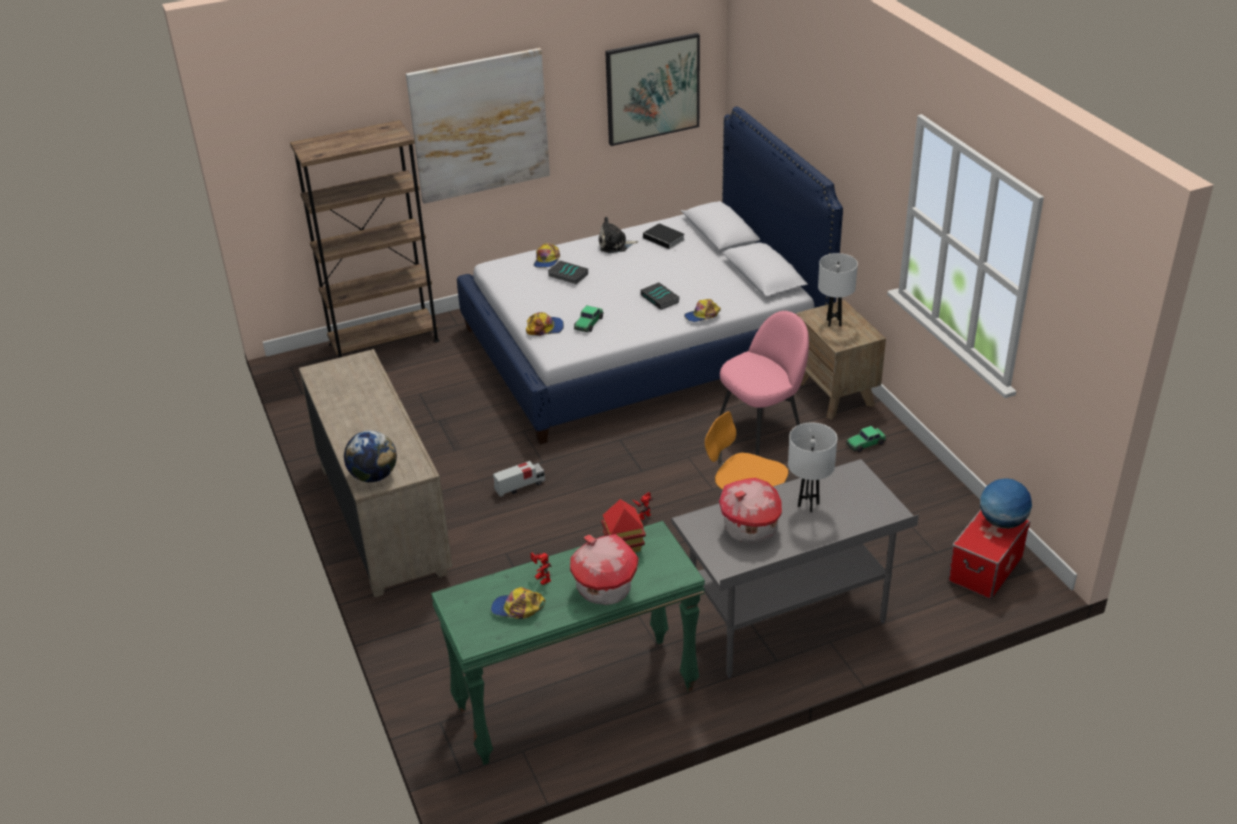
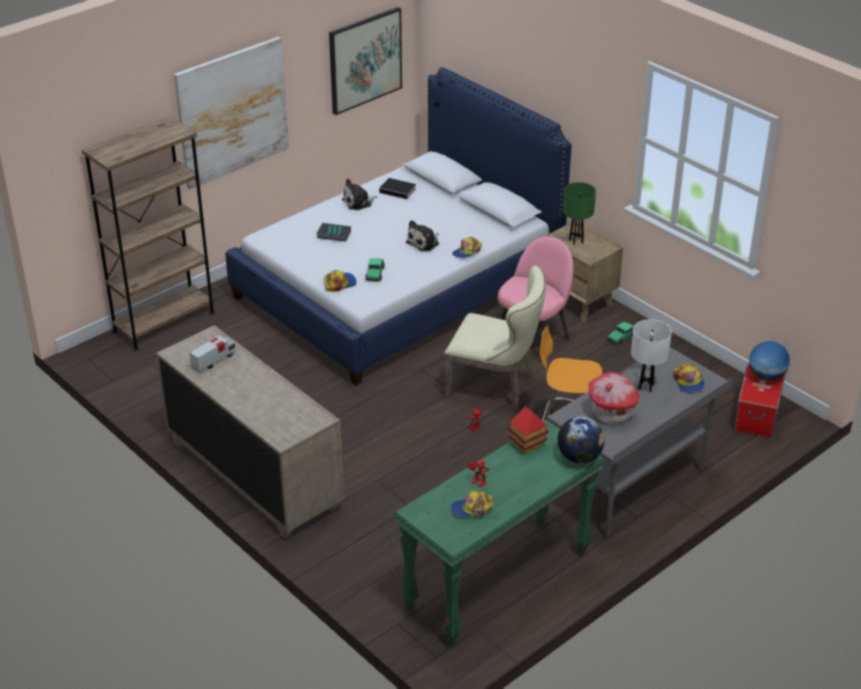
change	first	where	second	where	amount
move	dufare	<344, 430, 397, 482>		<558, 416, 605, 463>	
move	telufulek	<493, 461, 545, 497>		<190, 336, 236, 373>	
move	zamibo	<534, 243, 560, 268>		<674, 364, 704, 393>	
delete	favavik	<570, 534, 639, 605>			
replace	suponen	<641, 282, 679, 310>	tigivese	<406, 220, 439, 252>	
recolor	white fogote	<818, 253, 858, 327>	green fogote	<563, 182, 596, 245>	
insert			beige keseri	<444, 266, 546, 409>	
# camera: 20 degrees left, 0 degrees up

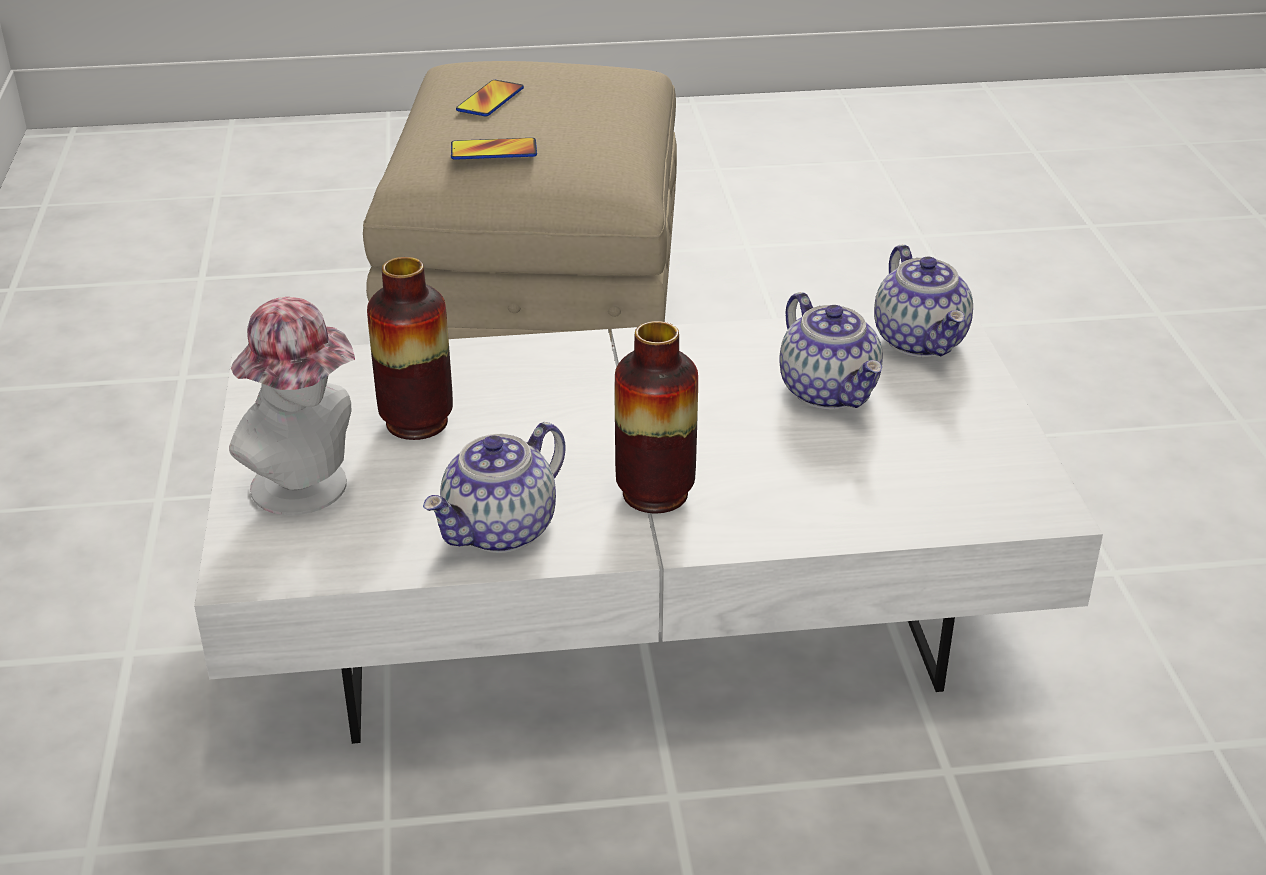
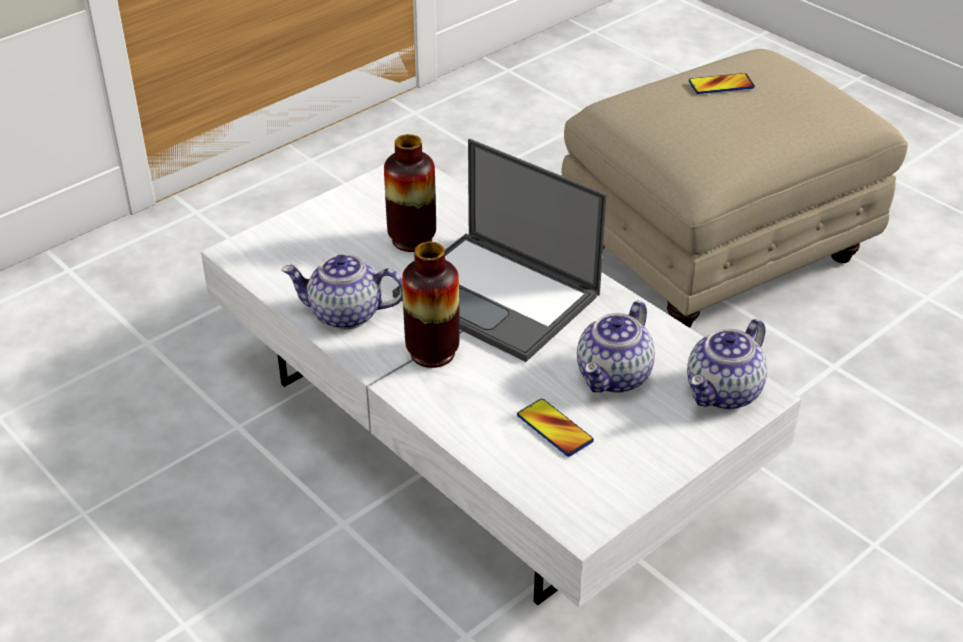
change	first	where	second	where	amount
delete	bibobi	<229, 297, 355, 515>			
move	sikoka	<451, 138, 537, 160>		<517, 399, 594, 457>	
insert			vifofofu	<393, 139, 607, 362>	
# camera: 55 degrees right, 5 degrees up

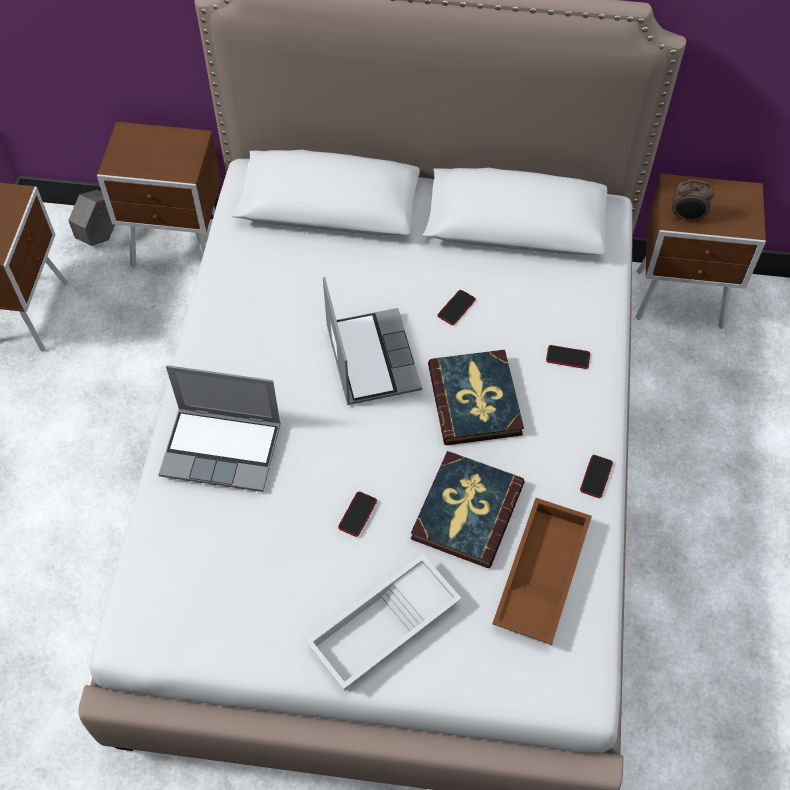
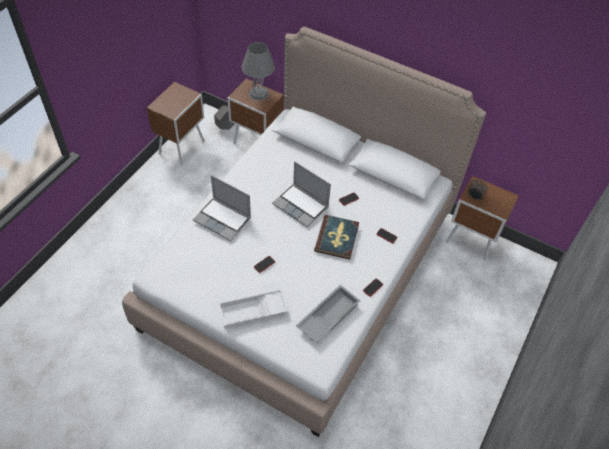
change	first	where	second	where	amount
rotate	vifofofu	<323, 277, 422, 405>		<272, 161, 331, 227>	120 degrees clockwise
delete	suponen	<411, 451, 524, 568>			
recolor	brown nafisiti	<492, 498, 592, 645>	grey nafisiti	<296, 285, 360, 343>	
insert			grey fogote	<242, 42, 275, 101>	
# camera: 20 degrees right, 5 degrees down

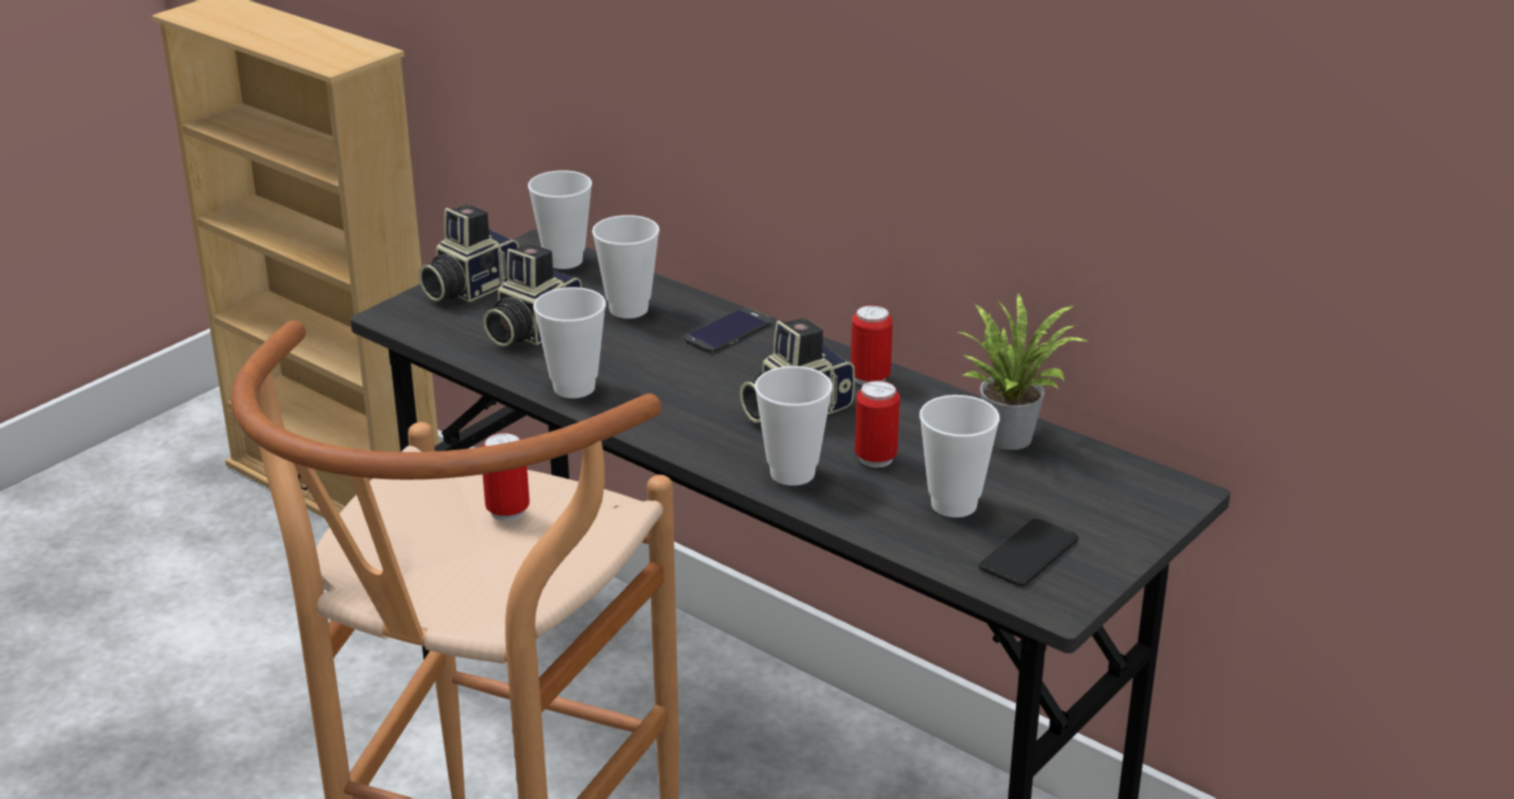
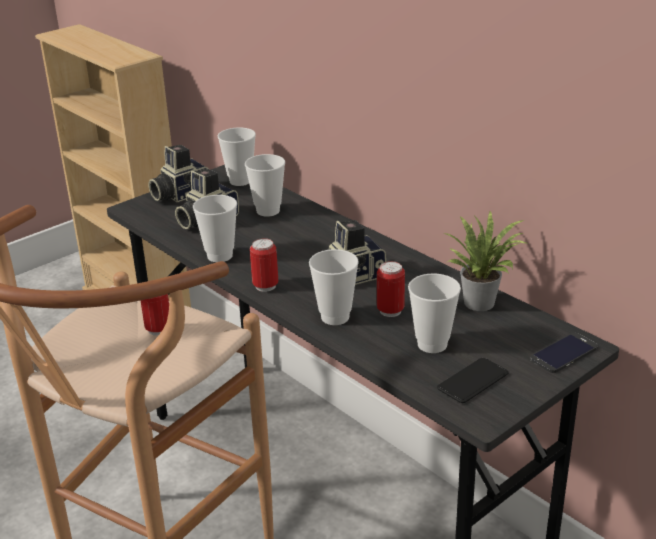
change	first	where	second	where	amount
move	sikoka	<684, 307, 772, 353>		<530, 333, 598, 373>	
move	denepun	<851, 304, 893, 385>		<250, 238, 278, 292>	
# camera: 10 degrees right, 0 degrees up

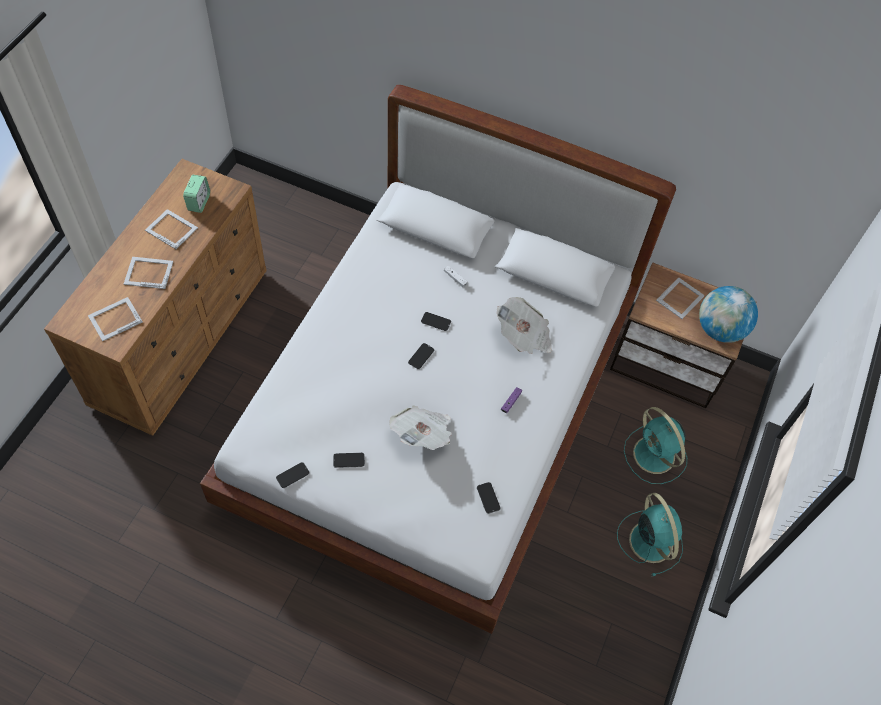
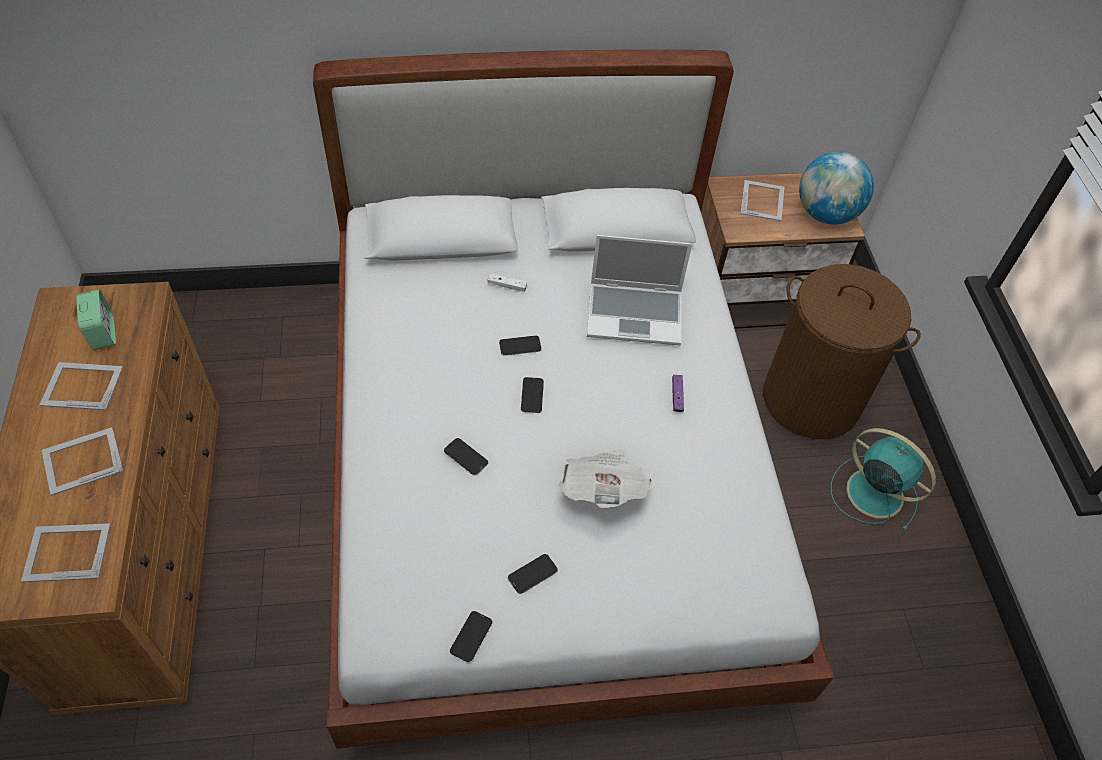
change	first	where	second	where	amount
rotate	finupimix	<88, 297, 143, 341>		<21, 523, 111, 582>	60 degrees clockwise
move	sikoka	<477, 482, 501, 514>		<444, 438, 488, 475>	
replace	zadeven	<497, 297, 552, 354>	vifofofu	<587, 235, 692, 345>	
replace	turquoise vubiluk	<624, 407, 687, 484>	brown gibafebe	<763, 264, 921, 439>	
# camera: 30 degrees left, 5 degrees down

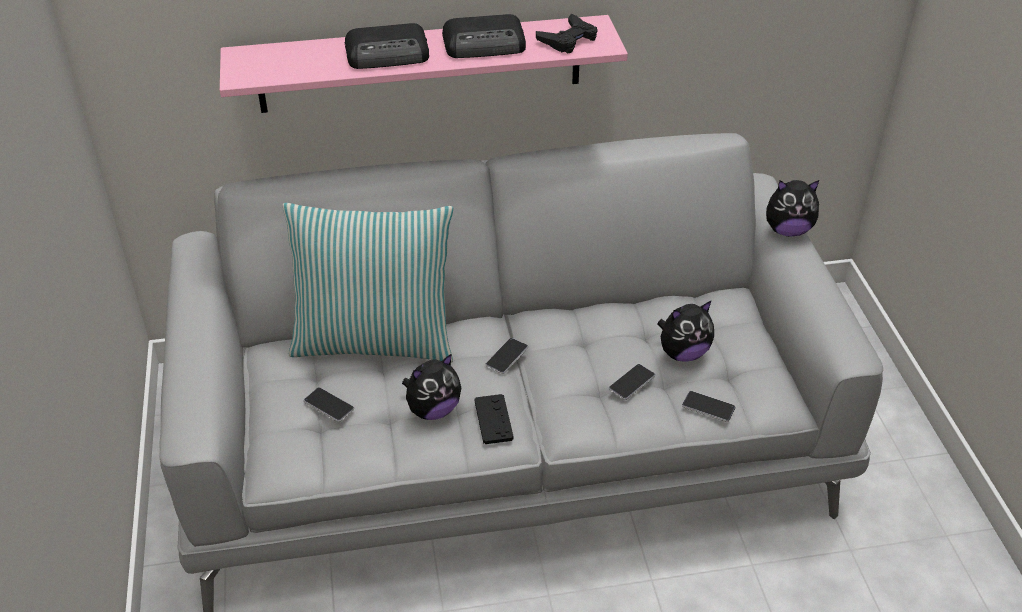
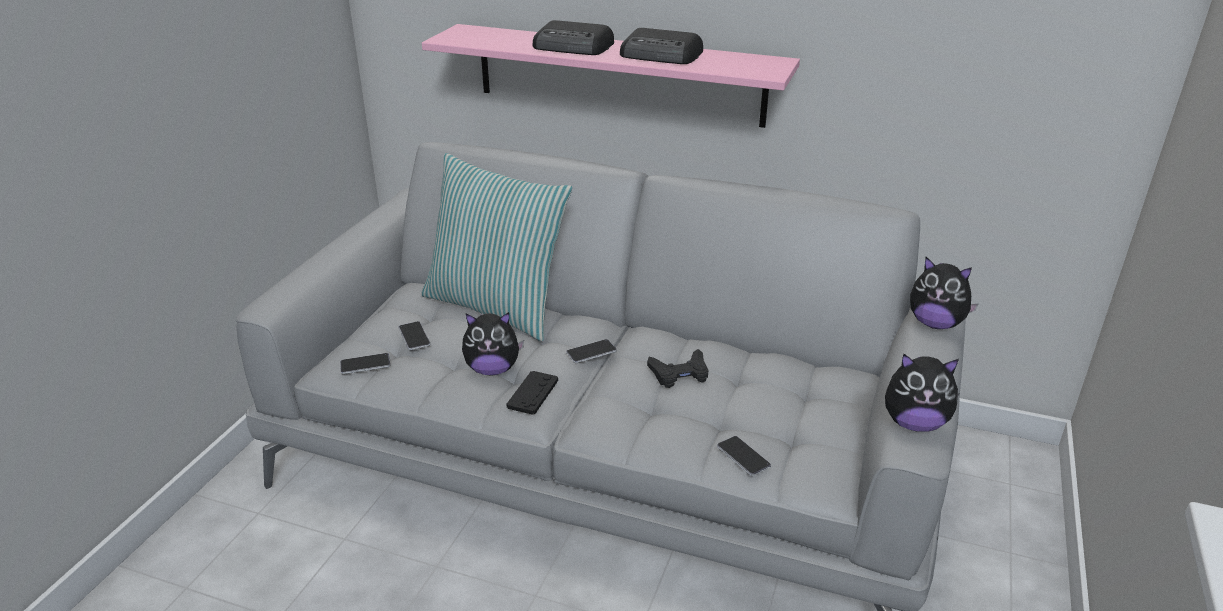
change	first	where	second	where	amount
move	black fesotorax	<536, 14, 598, 54>		<647, 349, 708, 388>	
move	sikoka	<609, 364, 655, 400>		<340, 353, 390, 374>	
move	tigivese	<657, 300, 714, 362>		<885, 354, 959, 432>	
# camera: 30 degrees right, 10 degrees down

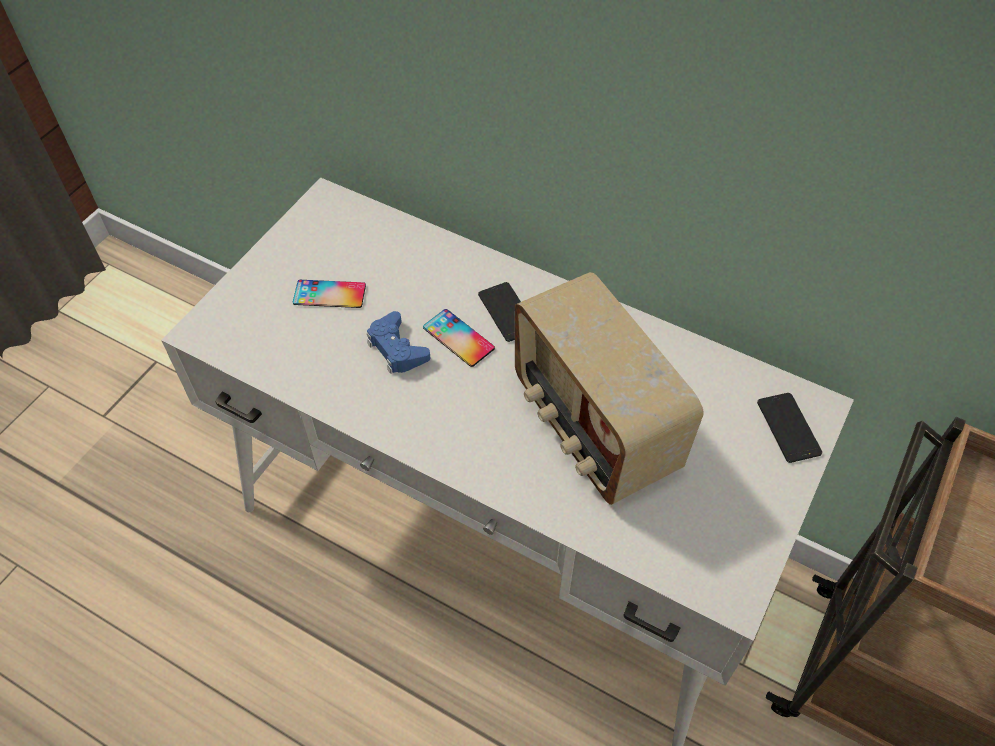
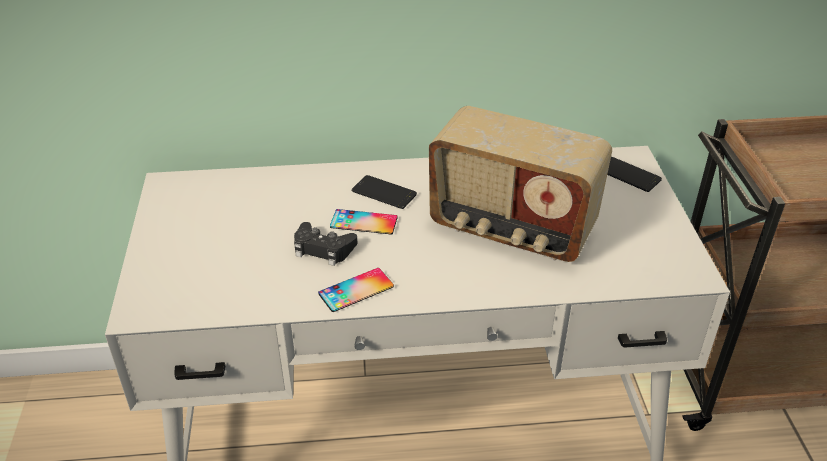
change	first	where	second	where	amount
move	sikoka	<293, 280, 366, 308>		<318, 268, 394, 312>	
recolor	blue fesotorax	<367, 311, 430, 374>	black fesotorax	<294, 222, 358, 266>	
# camera: 35 degrees left, 15 degrees down

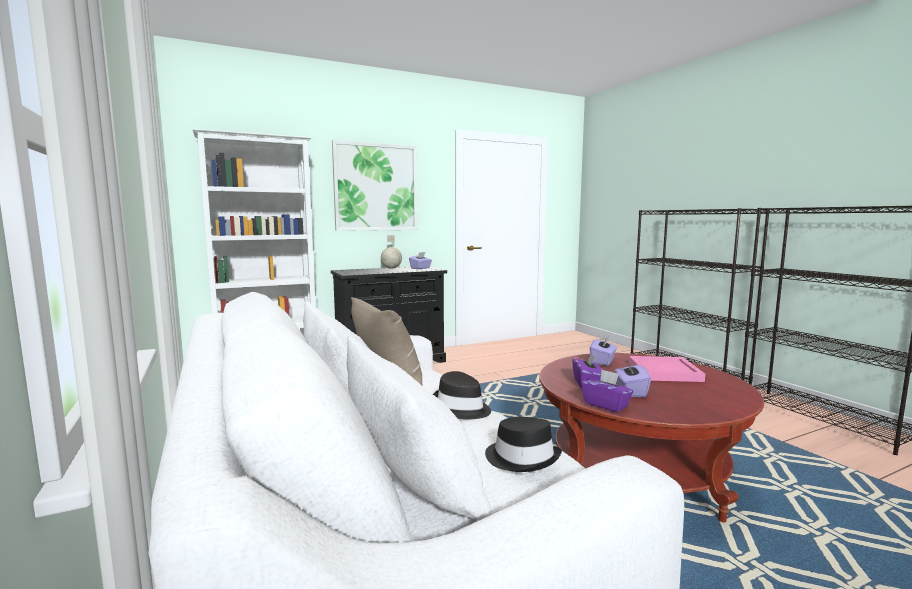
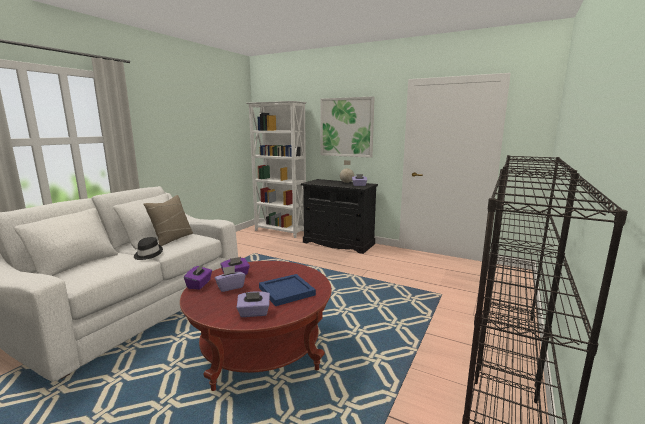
change	first	where	second	where	amount
delete	black bibobi	<485, 417, 562, 472>			
move	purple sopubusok	<590, 335, 617, 366>		<237, 291, 270, 317>	
recolor	pink nafisiti	<629, 356, 705, 382>	blue nafisiti	<259, 274, 316, 306>	
# camera: 55 degrees right, 5 degrees up

